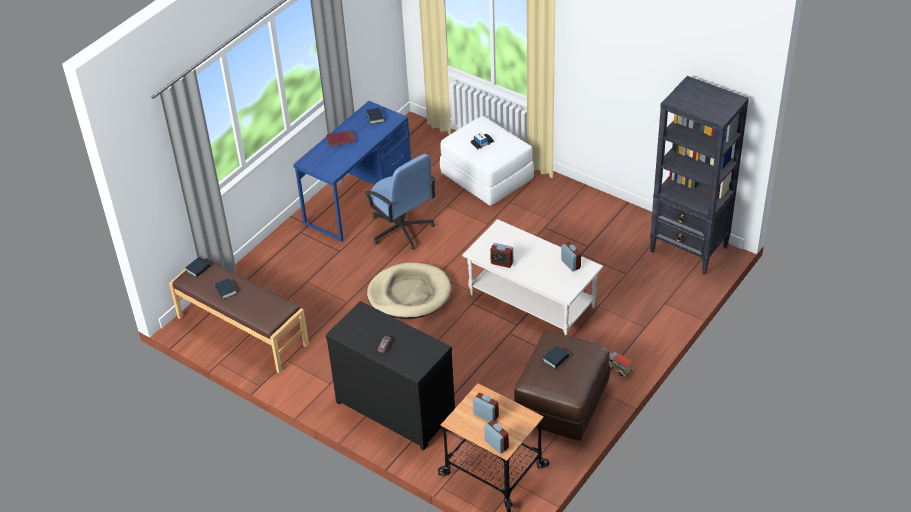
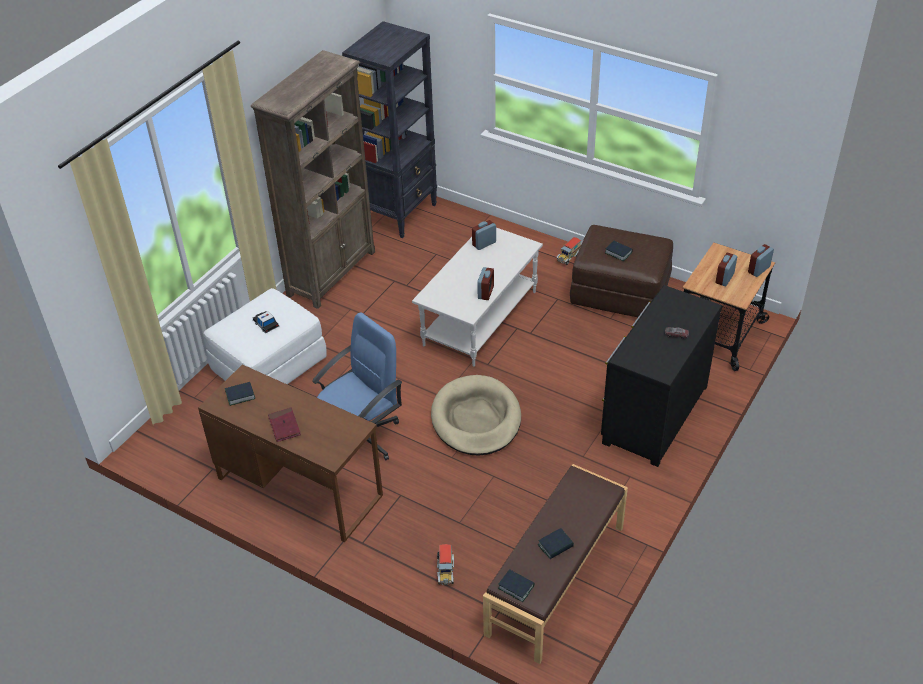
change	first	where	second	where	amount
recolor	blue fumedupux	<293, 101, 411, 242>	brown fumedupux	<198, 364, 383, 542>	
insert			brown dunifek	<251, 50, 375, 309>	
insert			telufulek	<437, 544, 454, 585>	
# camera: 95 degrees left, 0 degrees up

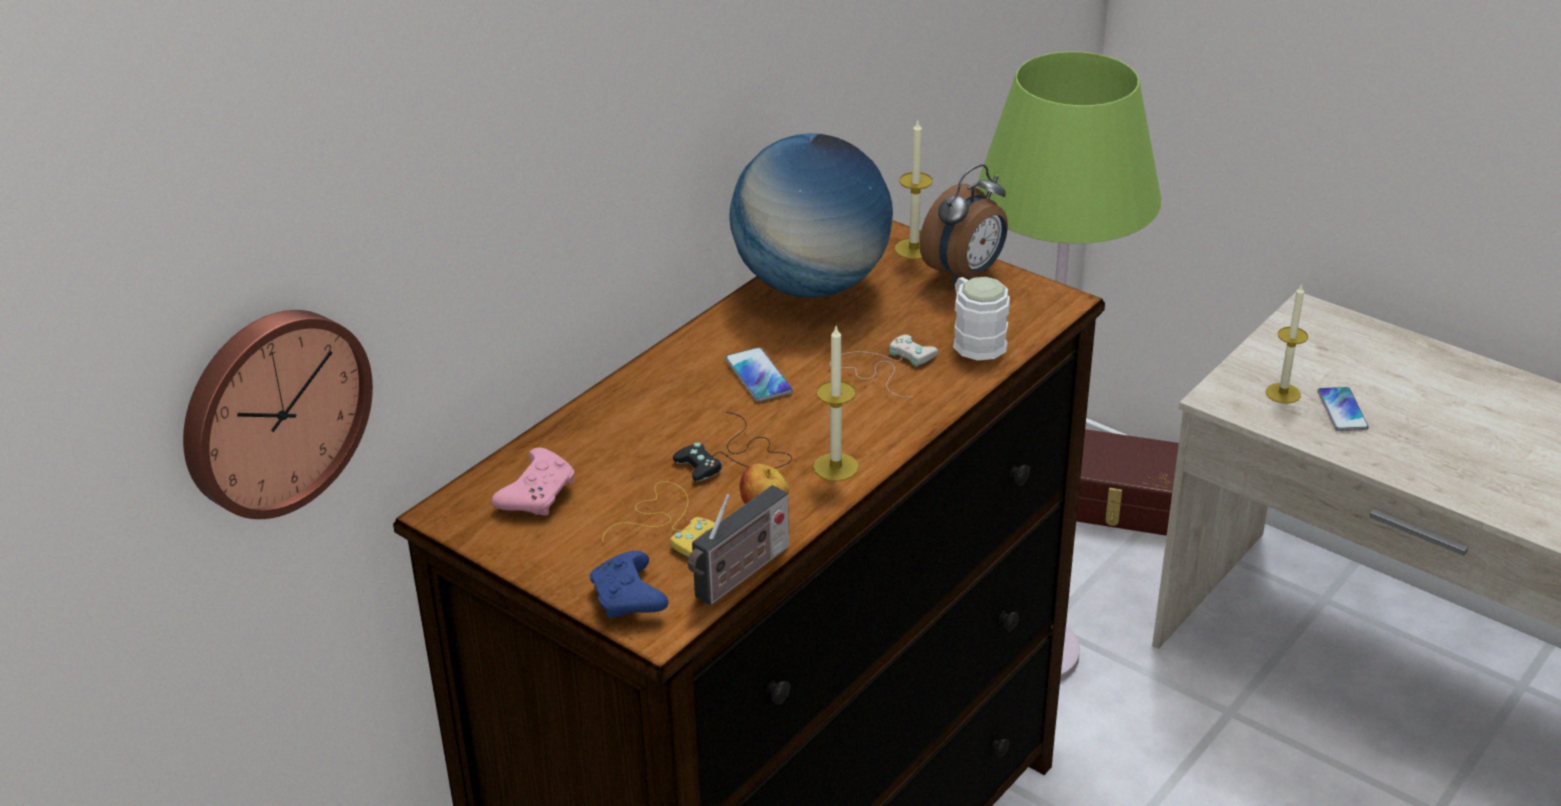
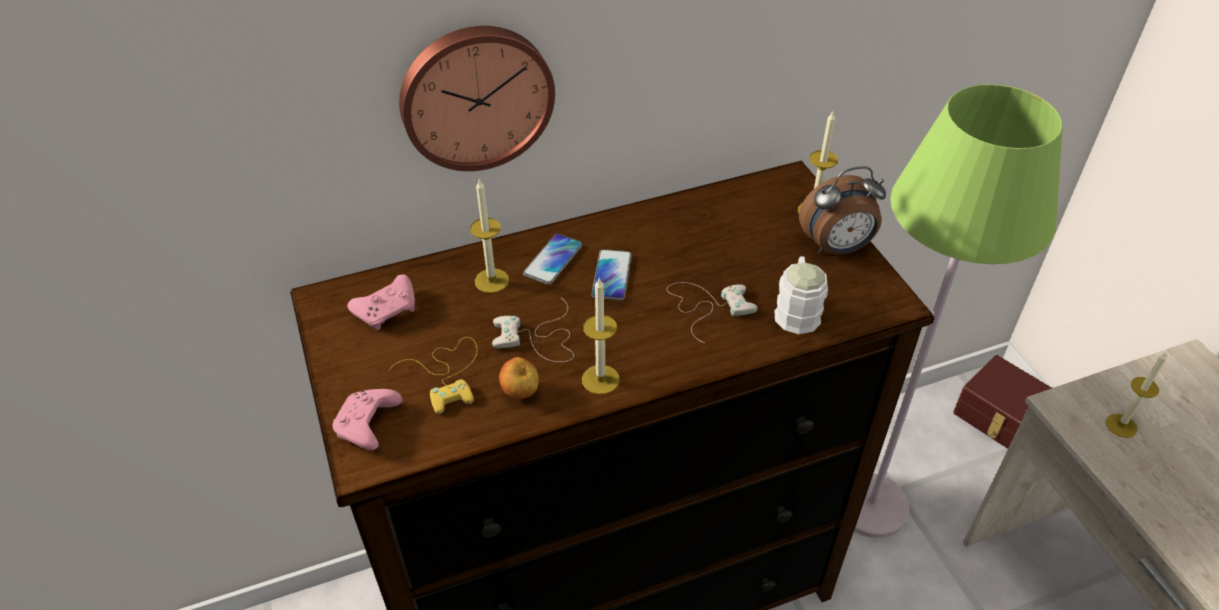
change	first	where	second	where	amount
move	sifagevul	<183, 310, 373, 519>		<399, 26, 555, 171>	
recolor	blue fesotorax	<590, 551, 668, 618>	pink fesotorax	<333, 389, 402, 450>	
recolor	black fesotorax	<673, 412, 792, 482>	white fesotorax	<492, 298, 574, 362>	
delete	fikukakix	<688, 485, 789, 605>			
delete	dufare	<729, 133, 893, 298>			
move	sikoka	<1317, 387, 1369, 431>		<523, 234, 583, 285>	
insert			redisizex	<470, 179, 509, 293>	
# camera: 30 degrees right, 10 degrees up

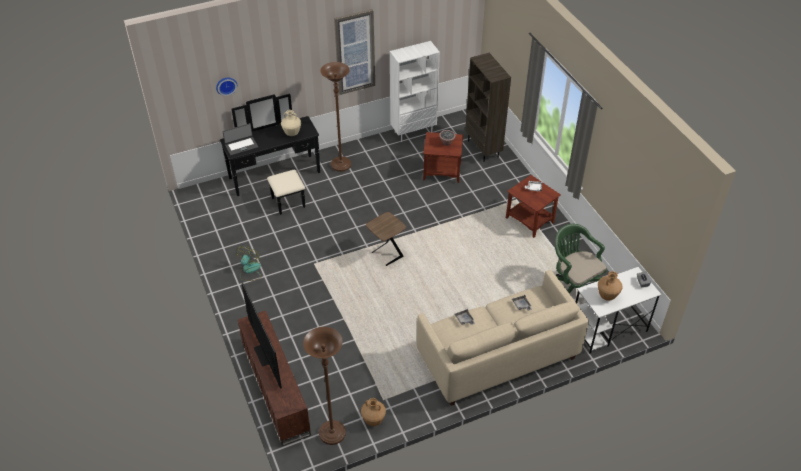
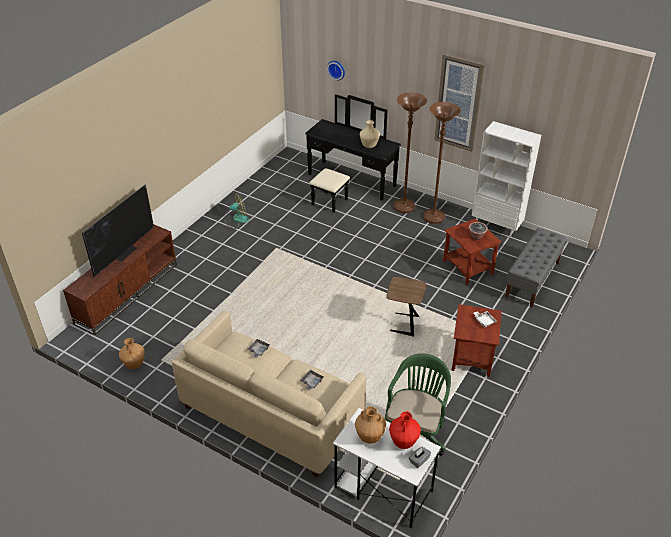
change	first	where	second	where	amount
delete	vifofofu	<223, 123, 258, 156>			
move	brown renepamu	<303, 327, 346, 445>		<423, 102, 461, 224>	
move	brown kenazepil	<366, 212, 406, 266>		<386, 277, 426, 337>	
replace	brown dunifek	<465, 53, 511, 162>	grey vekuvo	<505, 228, 567, 307>	
insert			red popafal	<389, 411, 421, 449>	
# camera: 55 degrees right, 5 degrees down

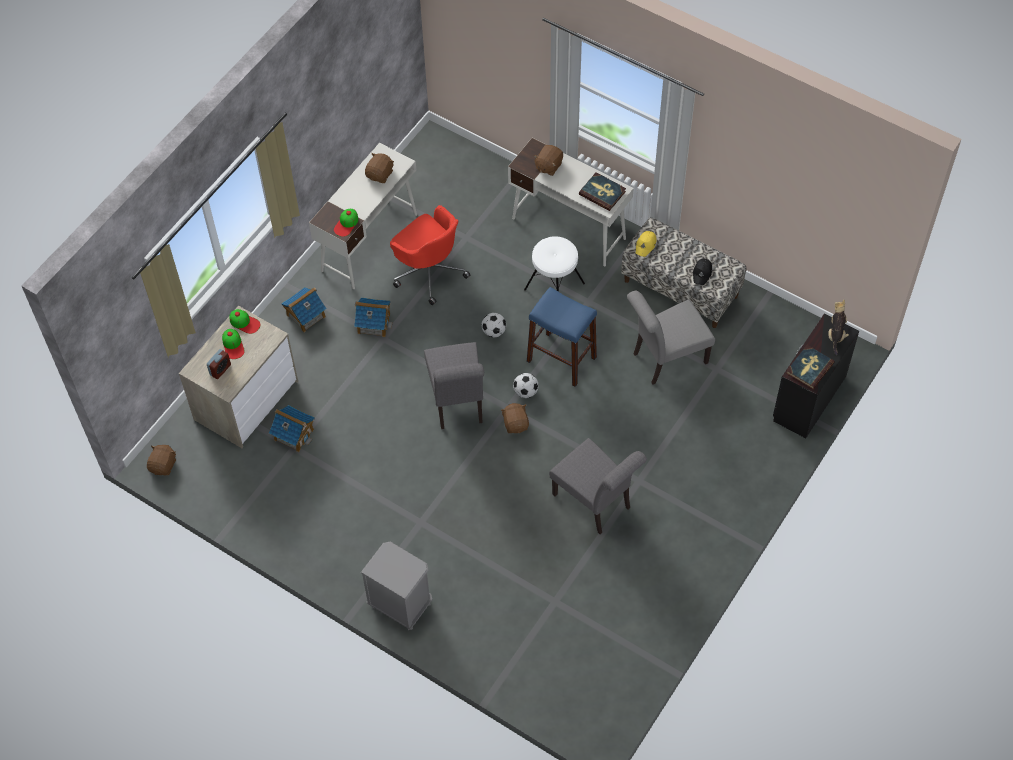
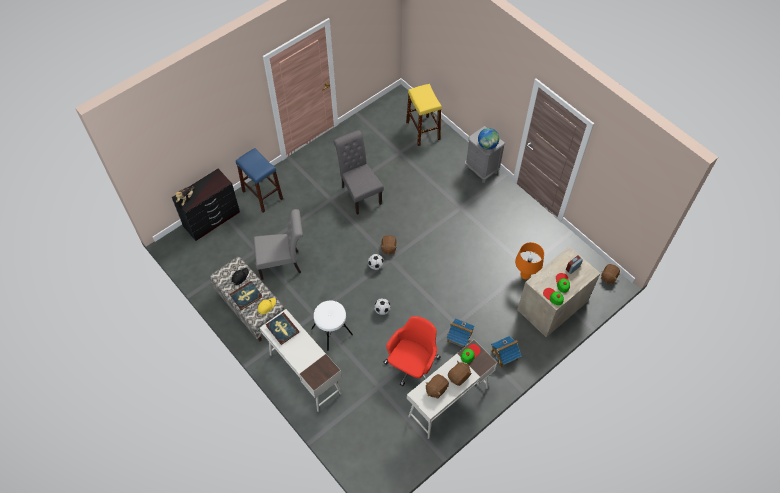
change	first	where	second	where	amount
replace	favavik	<269, 405, 315, 452>	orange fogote	<515, 242, 544, 279>	
rotate	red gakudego	<390, 205, 470, 305>		<383, 316, 441, 386>	60 degrees clockwise
delete	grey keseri	<424, 342, 484, 429>			
move	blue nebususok	<527, 287, 597, 387>		<236, 148, 283, 213>	
move	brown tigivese	<534, 145, 563, 176>		<448, 361, 472, 386>	
move	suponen	<786, 345, 835, 390>		<230, 281, 262, 310>	
insert			yellow nebususok	<406, 84, 442, 146>	
insert			dufare	<478, 128, 499, 150>	
# camera: 165 degrees left, 0 degrees up

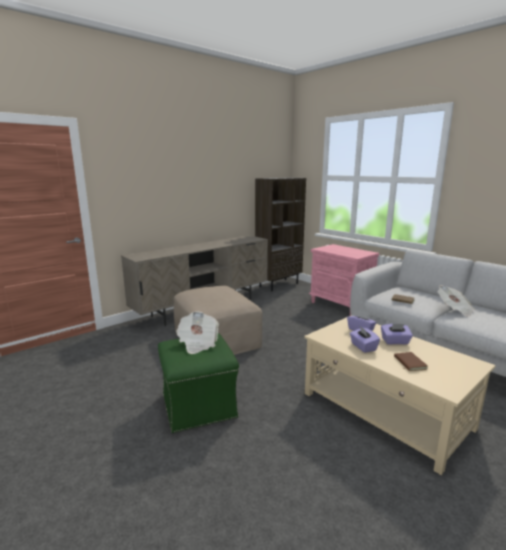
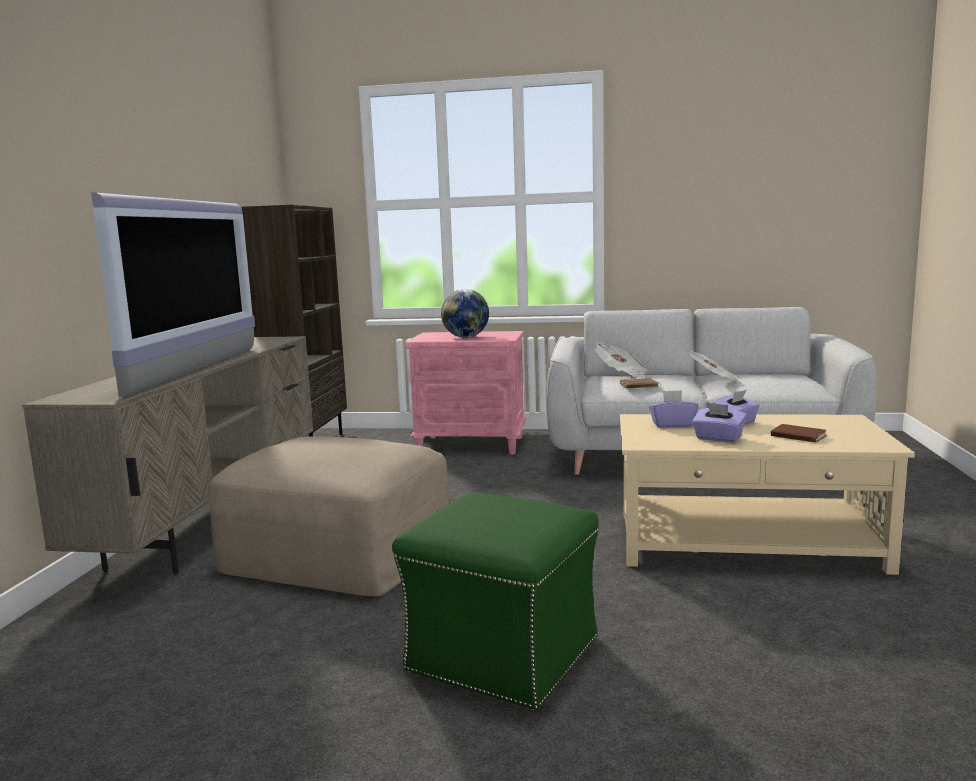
change	first	where	second	where	amount
move	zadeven	<176, 311, 219, 354>		<595, 343, 648, 379>	
insert			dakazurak	<91, 192, 255, 397>	
insert			dufare	<441, 289, 489, 338>	
# camera: 40 degrees left, 5 degrees down

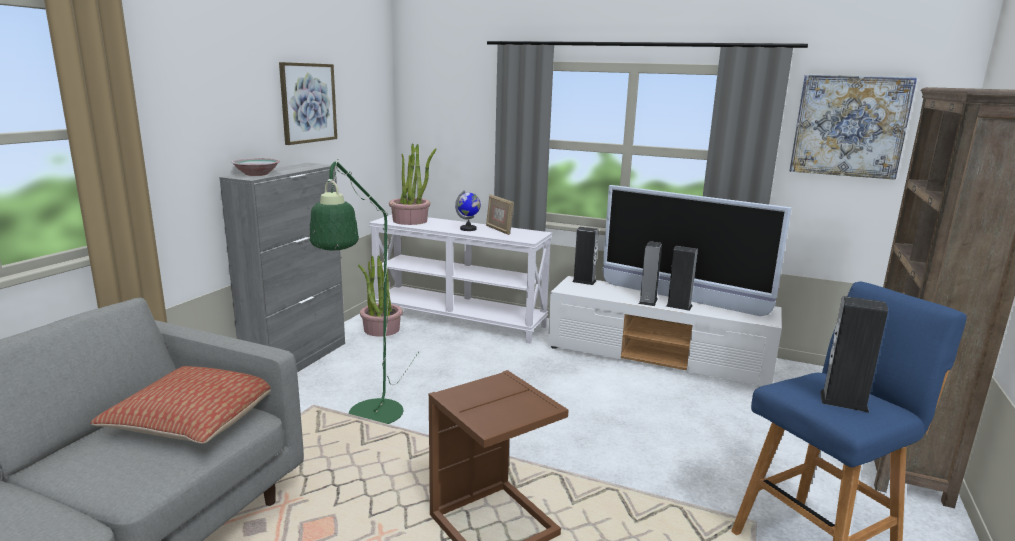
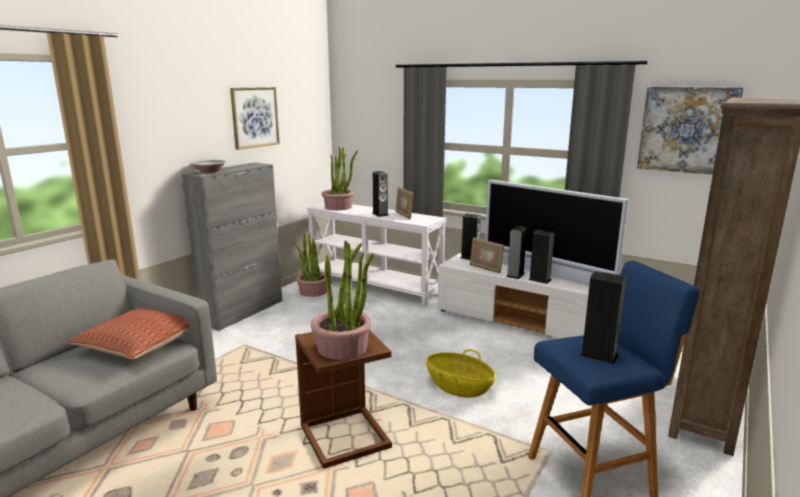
change	first	where	second	where	amount
delete	green renepamu	<310, 158, 420, 424>			
replace	dufare	<455, 190, 481, 231>	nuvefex	<372, 171, 389, 217>	
insert			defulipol	<311, 240, 374, 360>	
insert			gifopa	<426, 349, 496, 398>	
insert			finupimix	<470, 237, 504, 273>	
# camera: 10 degrees right, 0 degrees up

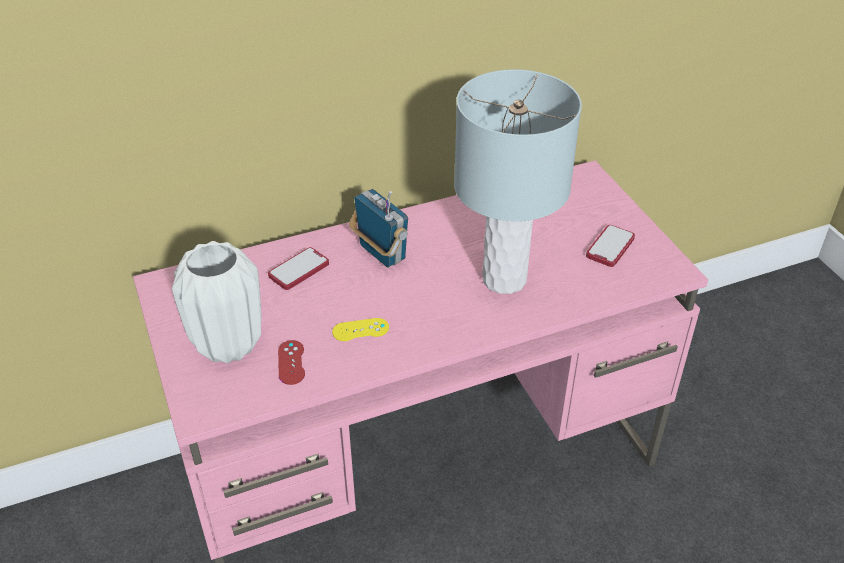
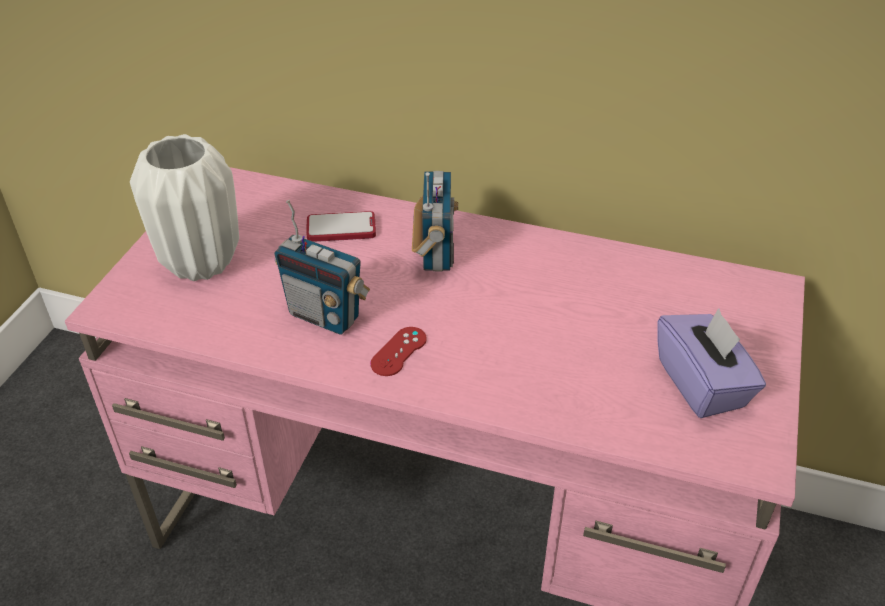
change	first	where	second	where	amount
move	red fesotorax	<278, 340, 305, 385>		<370, 327, 427, 376>	
replace	yellow fesotorax	<332, 318, 389, 341>	fikukakix	<274, 200, 370, 335>	
delete	grey fogote	<454, 69, 582, 294>			
replace	sikoka	<586, 225, 635, 267>	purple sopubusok	<658, 308, 766, 418>	
# camera: 40 degrees right, 0 degrees up

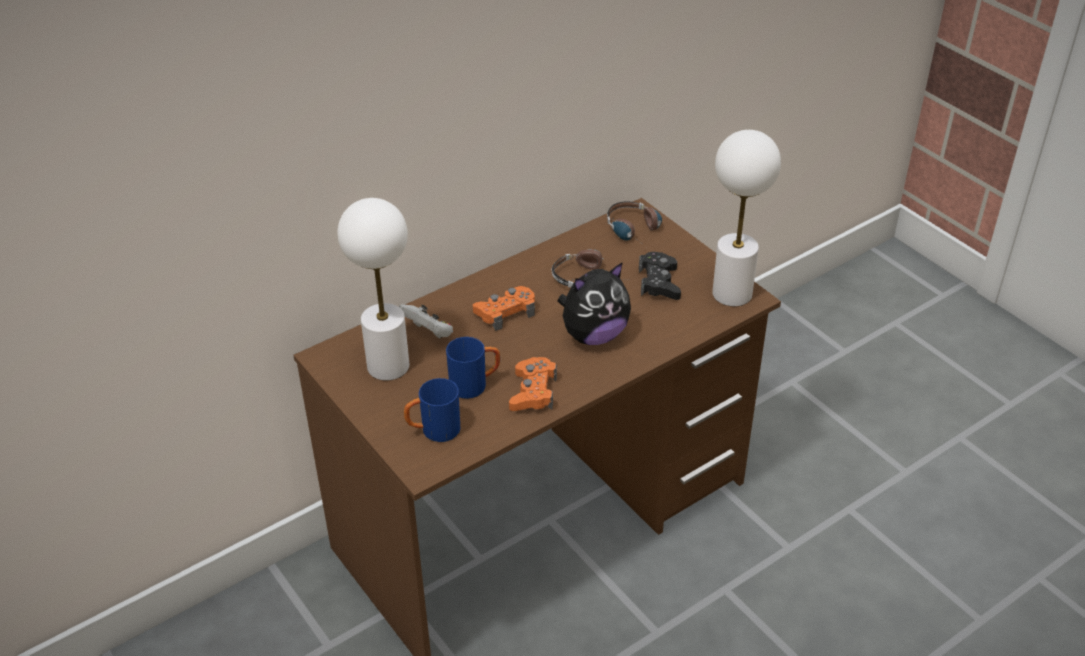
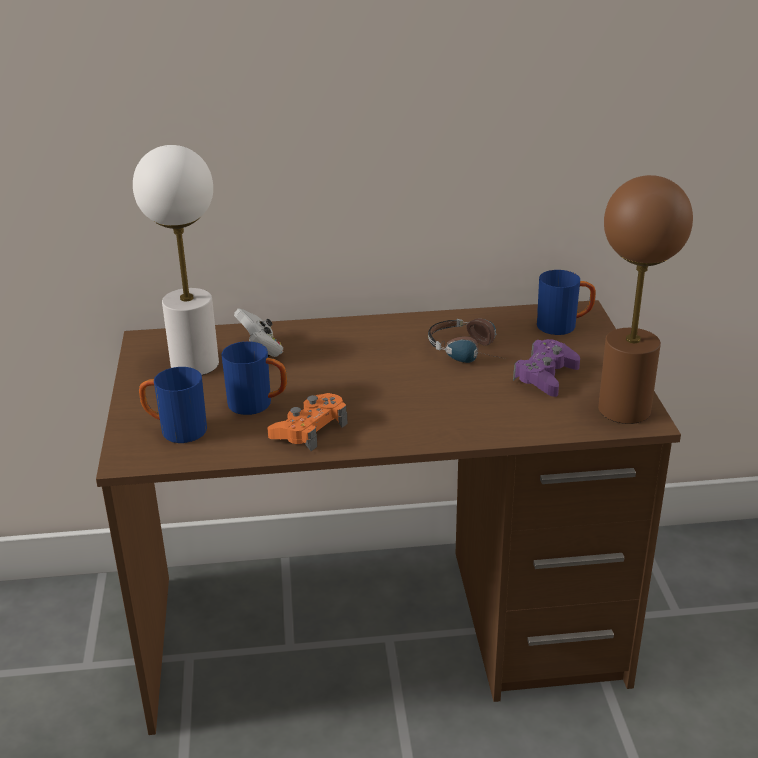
change	first	where	second	where	amount
delete	orange fesotorax	<473, 286, 535, 331>			
delete	tigivese	<558, 262, 631, 345>			
replace	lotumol	<607, 202, 662, 246>	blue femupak	<537, 270, 596, 335>	
recolor	black fesotorax	<639, 252, 681, 300>	purple fesotorax	<513, 339, 580, 397>	
recolor	white fogote	<712, 130, 781, 306>	brown fogote	<598, 175, 693, 424>	
# camera: 30 degrees right, 10 degrees down

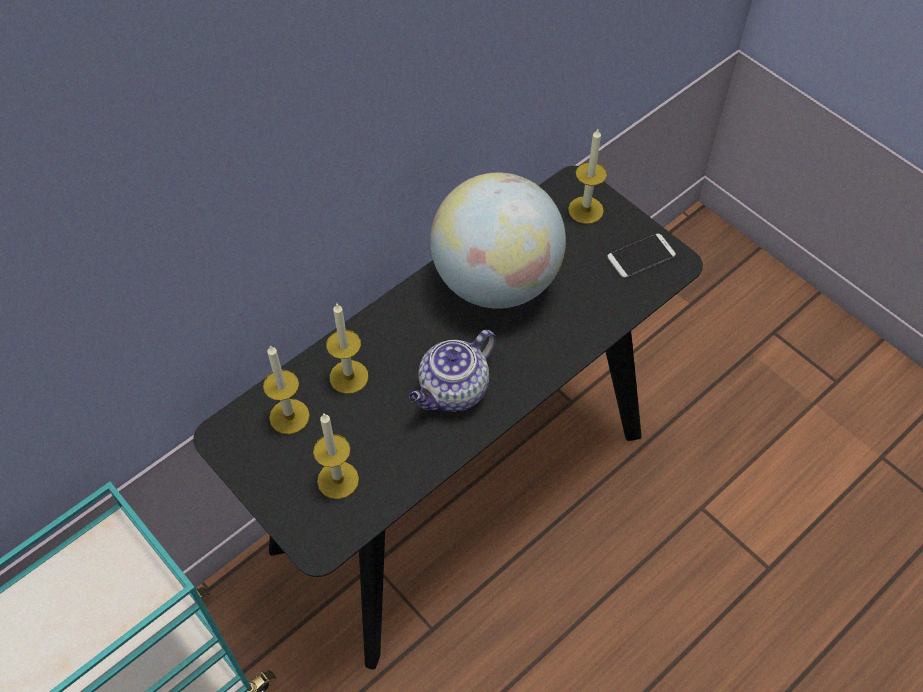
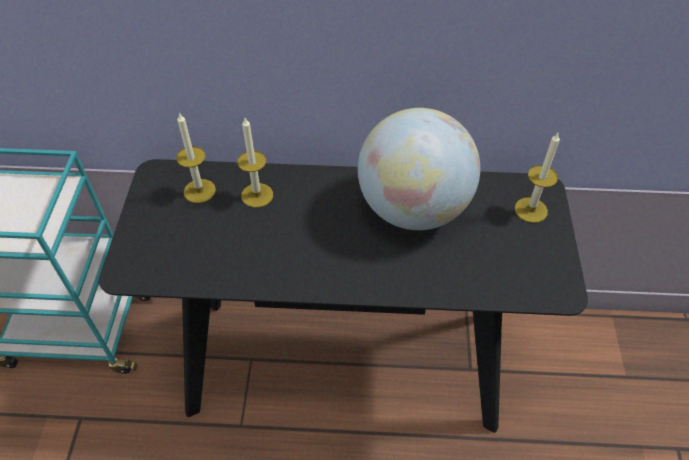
change	first	where	second	where	amount
delete	redisizex	<313, 414, 359, 499>			
delete	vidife	<409, 330, 496, 412>			
delete	sikoka	<607, 234, 676, 278>			
# camera: 45 degrees right, 5 degrees down

